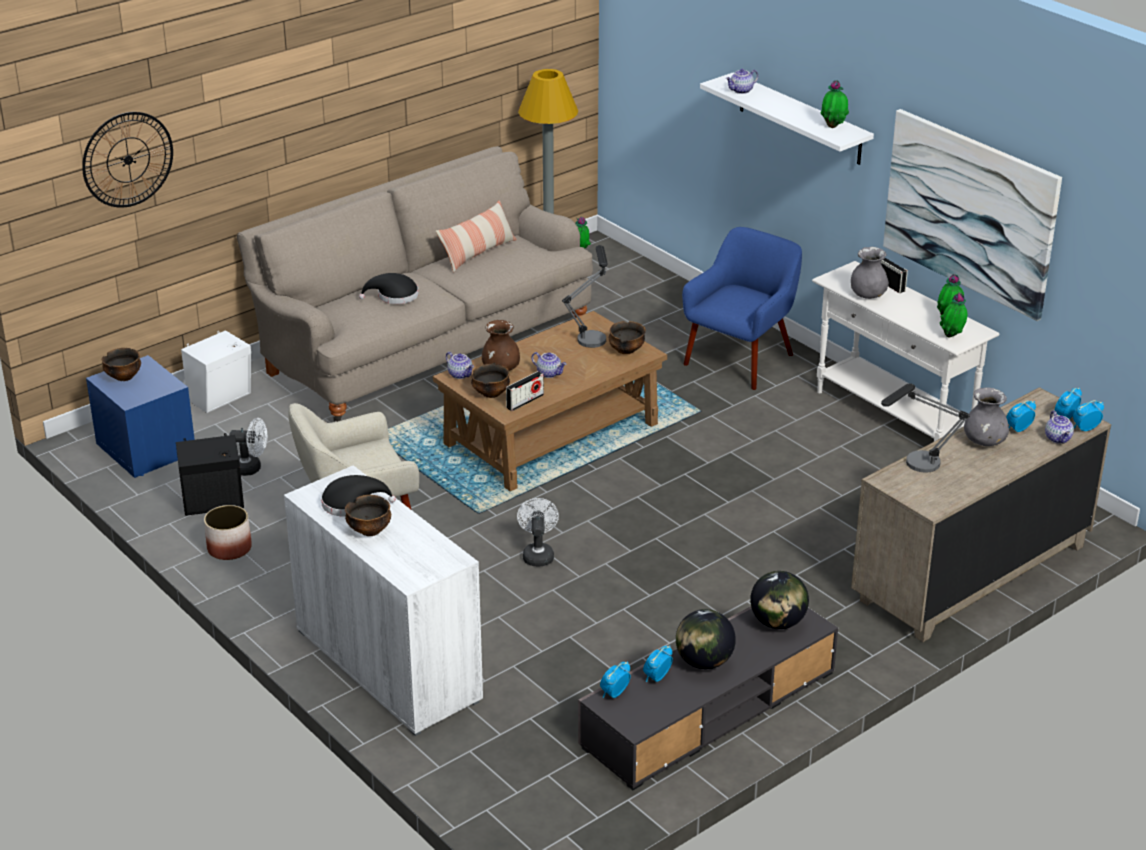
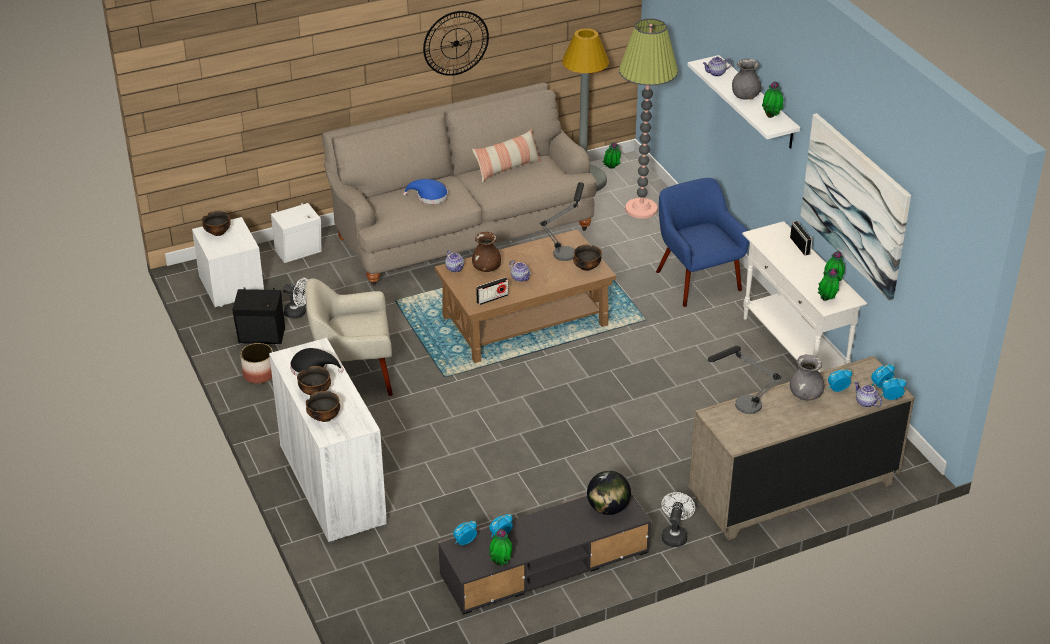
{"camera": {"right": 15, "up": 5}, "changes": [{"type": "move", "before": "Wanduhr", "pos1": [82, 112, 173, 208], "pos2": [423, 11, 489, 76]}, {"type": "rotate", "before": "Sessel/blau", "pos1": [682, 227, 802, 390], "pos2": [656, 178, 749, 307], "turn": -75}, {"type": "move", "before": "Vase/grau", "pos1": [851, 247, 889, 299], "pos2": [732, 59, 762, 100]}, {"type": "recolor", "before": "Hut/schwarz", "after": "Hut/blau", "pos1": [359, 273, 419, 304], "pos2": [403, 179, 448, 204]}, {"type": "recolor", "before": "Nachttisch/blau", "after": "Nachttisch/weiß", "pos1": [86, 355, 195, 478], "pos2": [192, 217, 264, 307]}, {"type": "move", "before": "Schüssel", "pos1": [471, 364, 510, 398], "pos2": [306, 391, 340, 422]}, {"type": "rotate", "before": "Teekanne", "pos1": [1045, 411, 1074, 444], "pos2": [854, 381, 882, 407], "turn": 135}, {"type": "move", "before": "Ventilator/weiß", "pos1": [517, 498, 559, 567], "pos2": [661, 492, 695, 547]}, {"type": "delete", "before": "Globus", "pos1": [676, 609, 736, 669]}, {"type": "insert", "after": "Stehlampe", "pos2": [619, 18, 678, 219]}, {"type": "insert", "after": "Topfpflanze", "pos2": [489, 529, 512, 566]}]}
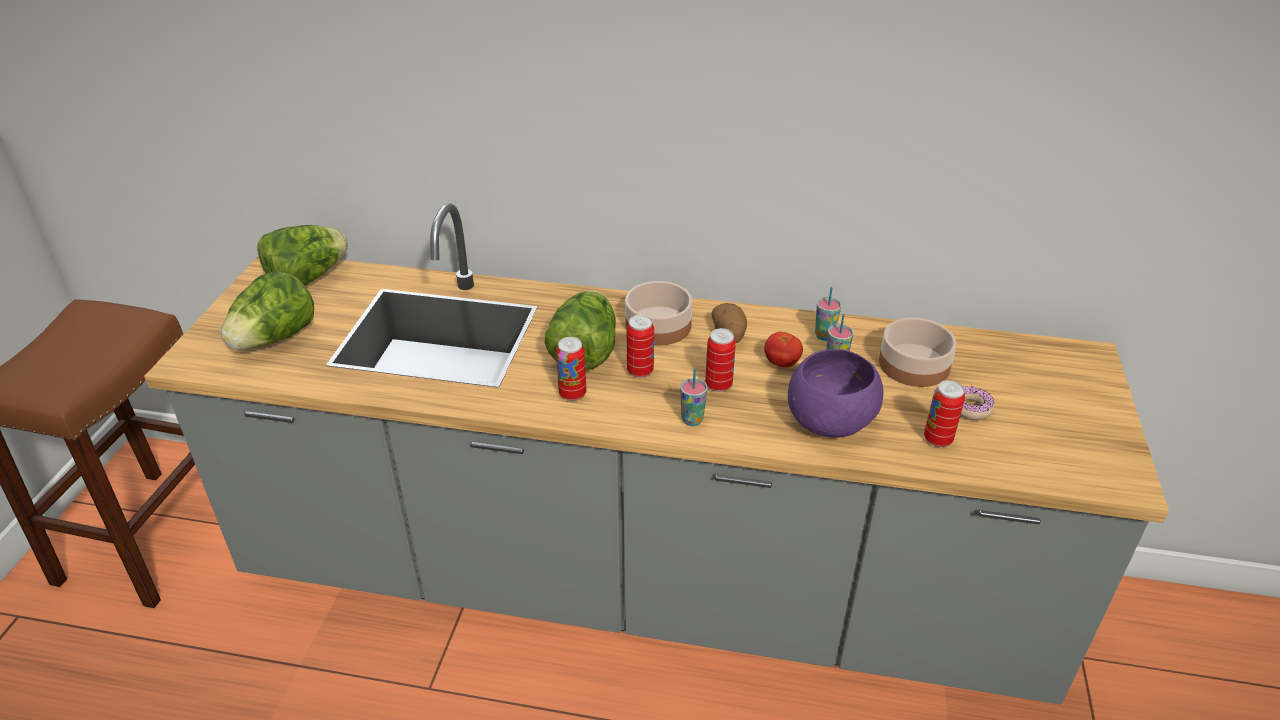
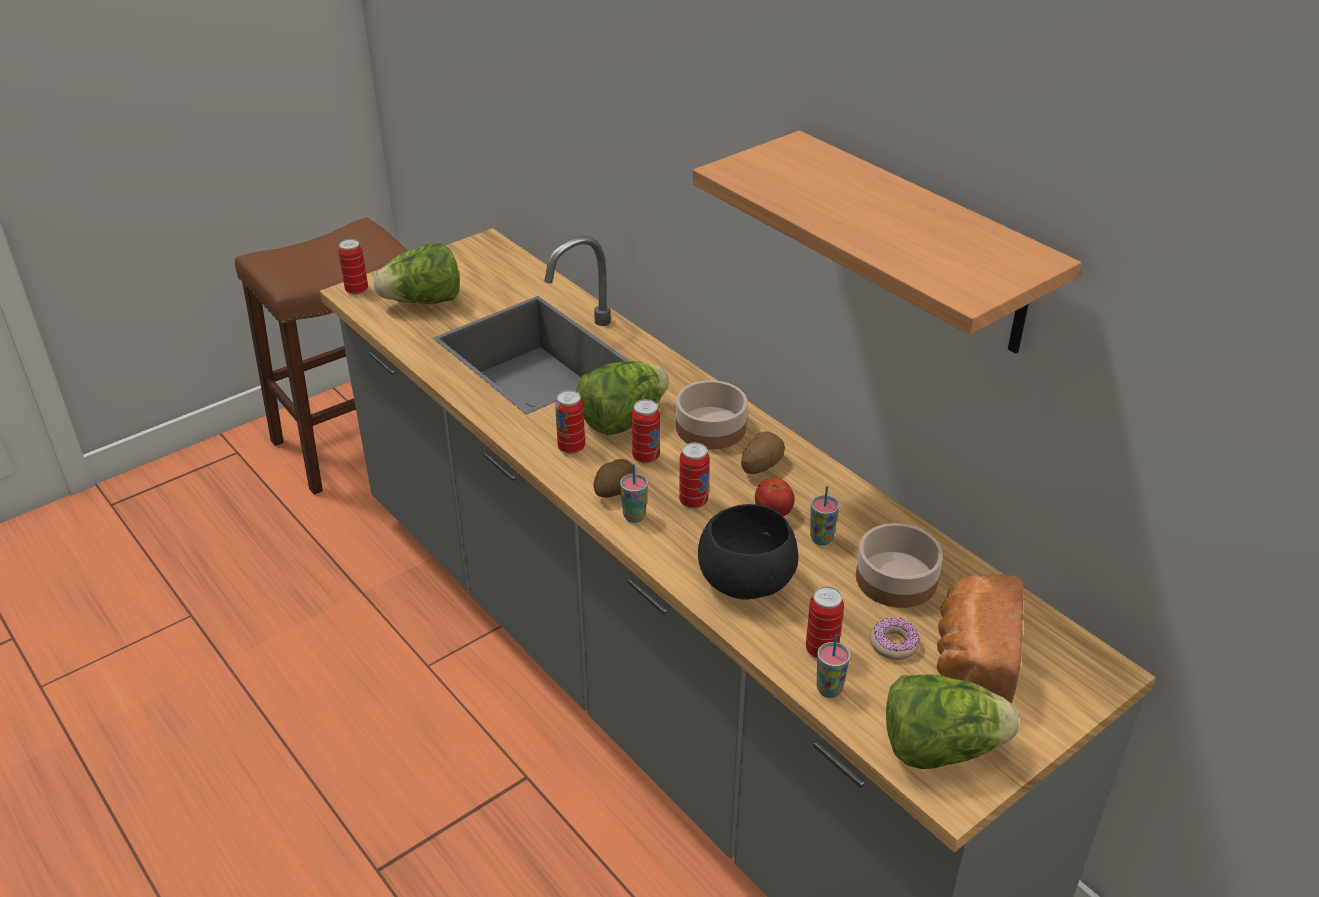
{"camera": {"right": 40, "up": 0}, "changes": [{"type": "move", "before": "Salatkopf", "pos1": [257, 225, 348, 286], "pos2": [886, 674, 1019, 769]}, {"type": "move", "before": "Tasse", "pos1": [815, 287, 841, 341], "pos2": [817, 635, 850, 698]}, {"type": "recolor", "before": "Schüssel/lila", "after": "Schüssel/schwarz", "pos1": [788, 349, 884, 437], "pos2": [698, 504, 798, 600]}, {"type": "insert", "after": "Wandregal", "pos2": [693, 131, 1081, 354]}, {"type": "insert", "after": "Dose", "pos2": [338, 239, 368, 295]}, {"type": "insert", "after": "Kartoffel", "pos2": [594, 459, 633, 497]}, {"type": "insert", "after": "Brot", "pos2": [937, 574, 1023, 704]}]}
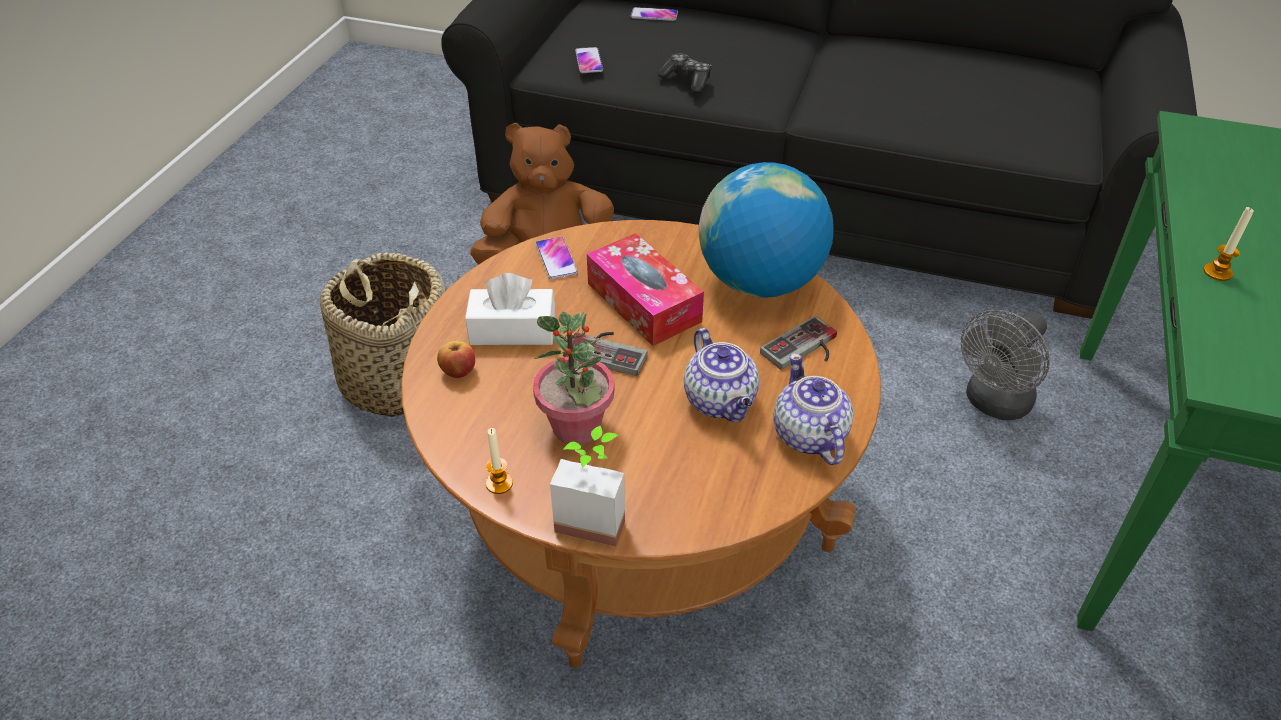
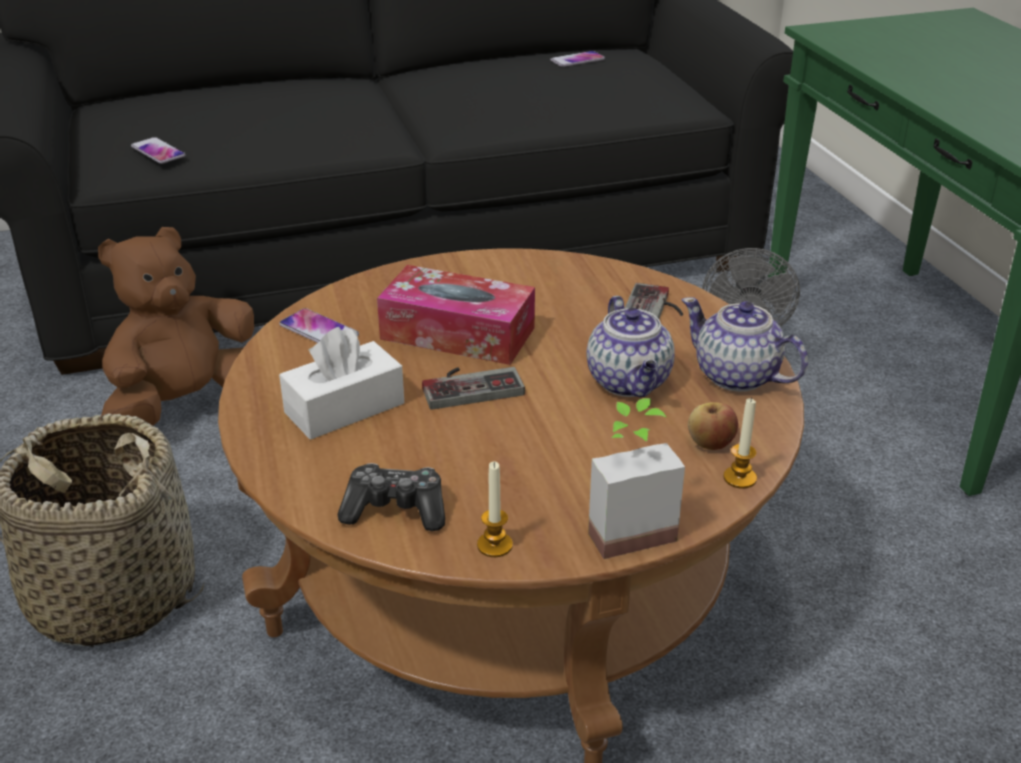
{"camera": {"right": -35, "up": -10}, "changes": [{"type": "move", "before": "Handy", "pos1": [630, 7, 678, 21], "pos2": [550, 51, 605, 67]}, {"type": "move", "before": "Gamepad", "pos1": [658, 53, 712, 93], "pos2": [338, 463, 445, 531]}, {"type": "delete", "before": "Globus", "pos1": [699, 162, 834, 298]}, {"type": "move", "before": "Kerze", "pos1": [1203, 207, 1254, 281], "pos2": [723, 398, 757, 489]}, {"type": "delete", "before": "Topfpflanze", "pos1": [533, 312, 615, 445]}, {"type": "rotate", "before": "Teekanne", "pos1": [684, 328, 759, 422], "pos2": [587, 296, 675, 397], "turn": 45}, {"type": "move", "before": "Apfel", "pos1": [437, 341, 475, 378], "pos2": [688, 402, 738, 450]}]}
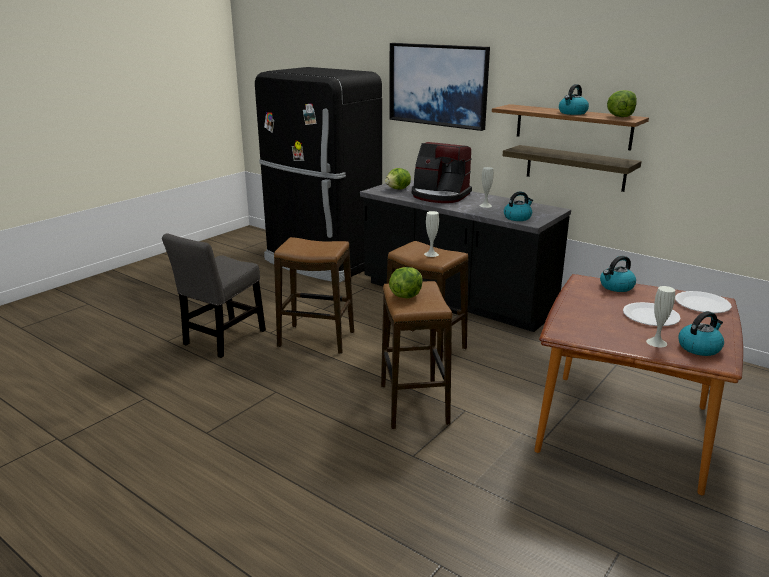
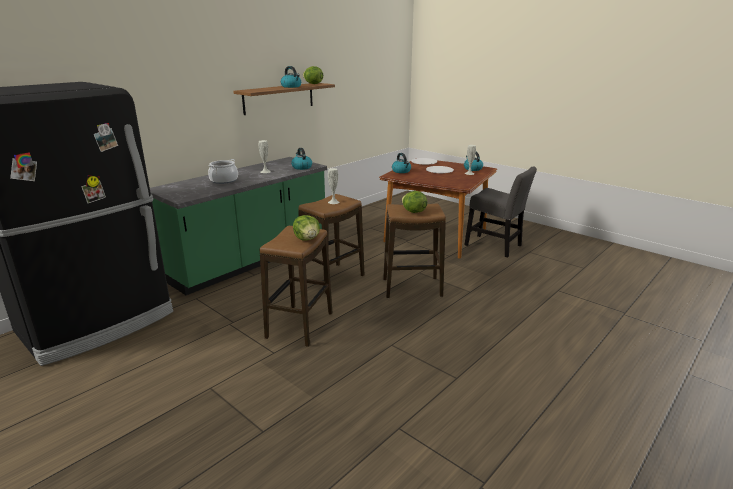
{"camera": {"right": -85, "up": 0}, "changes": [{"type": "delete", "before": "Bild", "pos1": [389, 43, 490, 131]}, {"type": "replace", "before": "Kaffeemaschine", "after": "Kochtopf", "pos1": [412, 142, 472, 203], "pos2": [208, 159, 238, 184]}, {"type": "delete", "before": "Wandregal", "pos1": [503, 145, 642, 192]}, {"type": "move", "before": "Salatkopf", "pos1": [385, 168, 411, 189], "pos2": [293, 215, 320, 241]}, {"type": "recolor", "before": "Küchenzeile/schwarz", "after": "Küchenzeile/grün", "pos1": [360, 180, 571, 332], "pos2": [150, 157, 327, 295]}, {"type": "move", "before": "Stuhl/grau", "pos1": [162, 234, 266, 358], "pos2": [464, 166, 537, 258]}]}
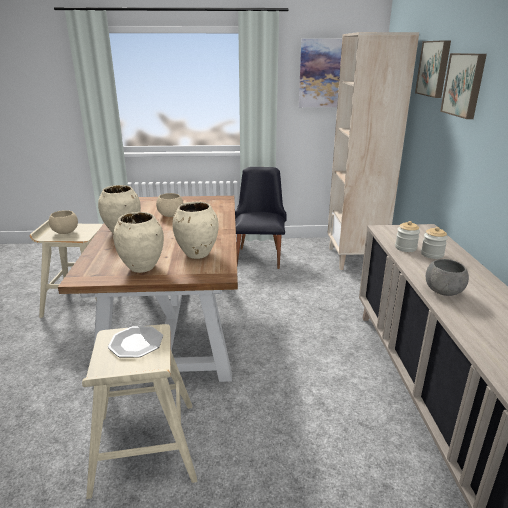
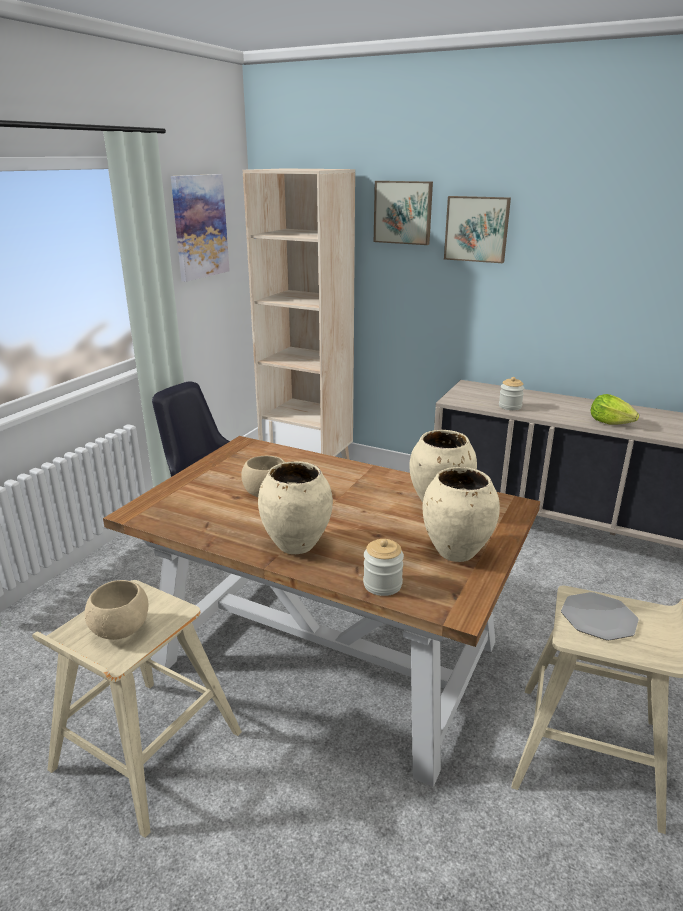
{"camera": {"right": -60, "up": 0}, "changes": [{"type": "move", "before": "Vorratsglas", "pos1": [421, 227, 448, 259], "pos2": [363, 539, 404, 596]}, {"type": "replace", "before": "Schüssel/grau", "after": "Salatkopf", "pos1": [426, 259, 469, 296], "pos2": [590, 394, 639, 425]}]}
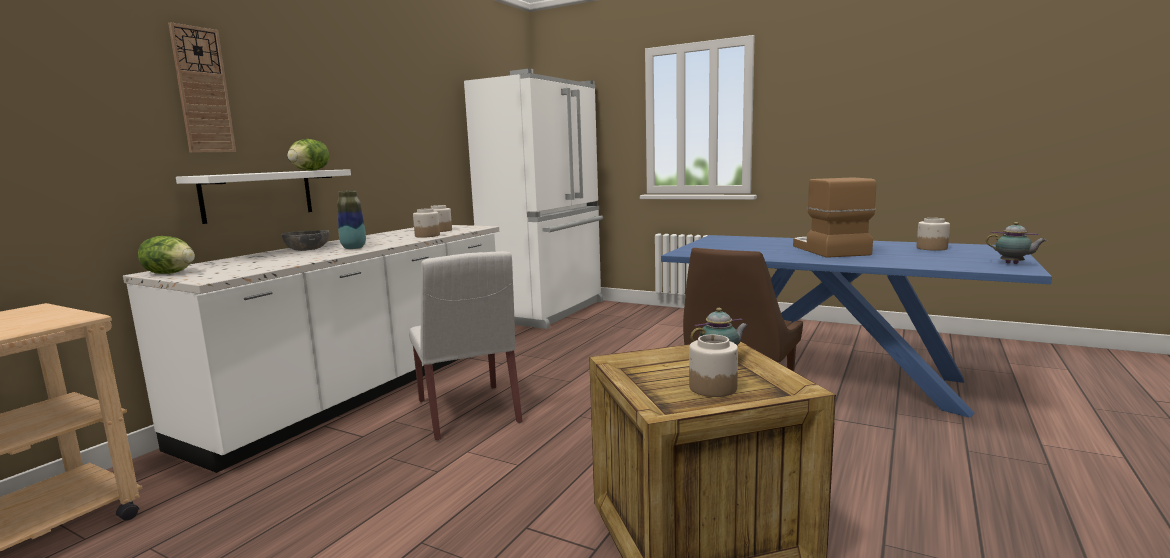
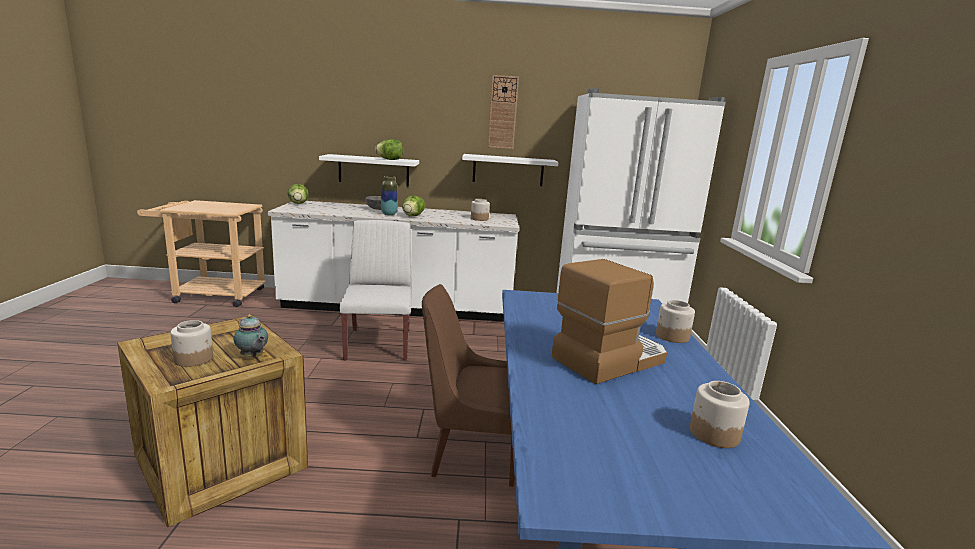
{"camera": {"right": 60, "up": 5}, "changes": [{"type": "move", "before": "Wanduhr", "pos1": [168, 22, 236, 153], "pos2": [488, 75, 519, 149]}, {"type": "move", "before": "Vorratsglas", "pos1": [413, 208, 440, 238], "pos2": [656, 300, 695, 343]}, {"type": "delete", "before": "Teekanne", "pos1": [986, 222, 1047, 264]}, {"type": "rotate", "before": "Stuhl/weiß", "pos1": [409, 251, 523, 441], "pos2": [340, 220, 412, 361], "turn": 135}, {"type": "insert", "after": "Wandregal/weiß", "pos2": [462, 154, 558, 186]}, {"type": "insert", "after": "Salatkopf", "pos2": [402, 195, 425, 216]}]}
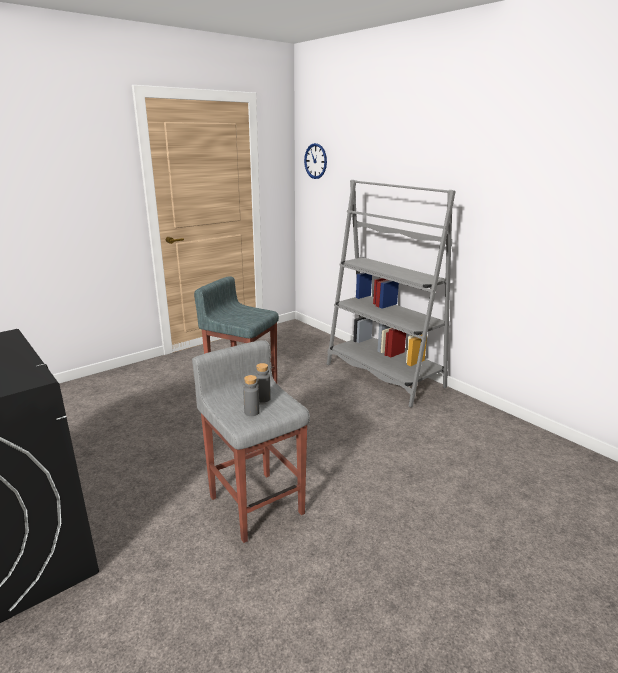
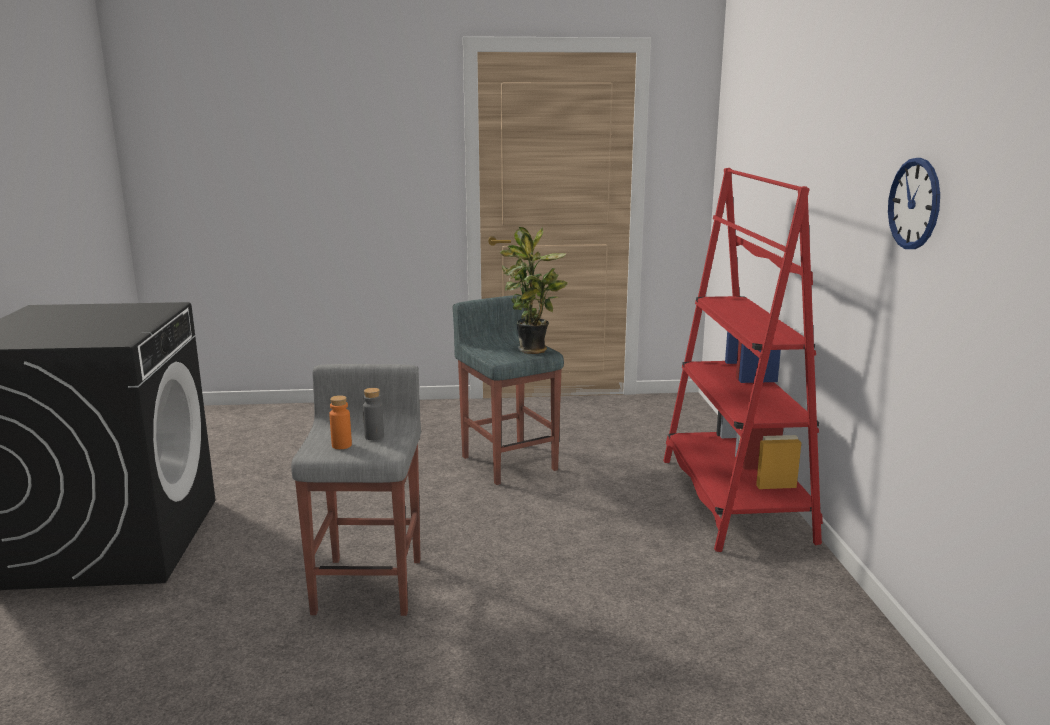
{"camera": {"right": 35, "up": -5}, "changes": [{"type": "move", "before": "Wanduhr", "pos1": [304, 143, 327, 179], "pos2": [888, 158, 940, 249]}, {"type": "recolor", "before": "Bücherregal/grau", "after": "Bücherregal/rot", "pos1": [327, 180, 456, 408], "pos2": [663, 168, 823, 552]}, {"type": "recolor", "before": "Flasche/grau", "after": "Flasche/orange", "pos1": [243, 375, 260, 416], "pos2": [329, 395, 352, 449]}, {"type": "insert", "after": "Topfpflanze", "pos2": [500, 226, 568, 354]}]}
